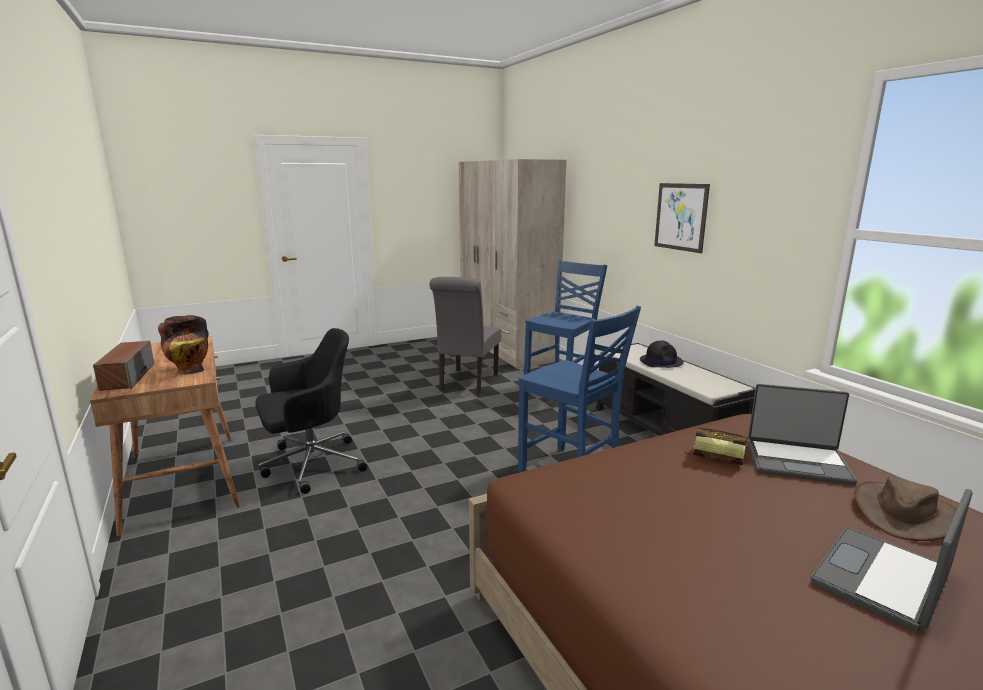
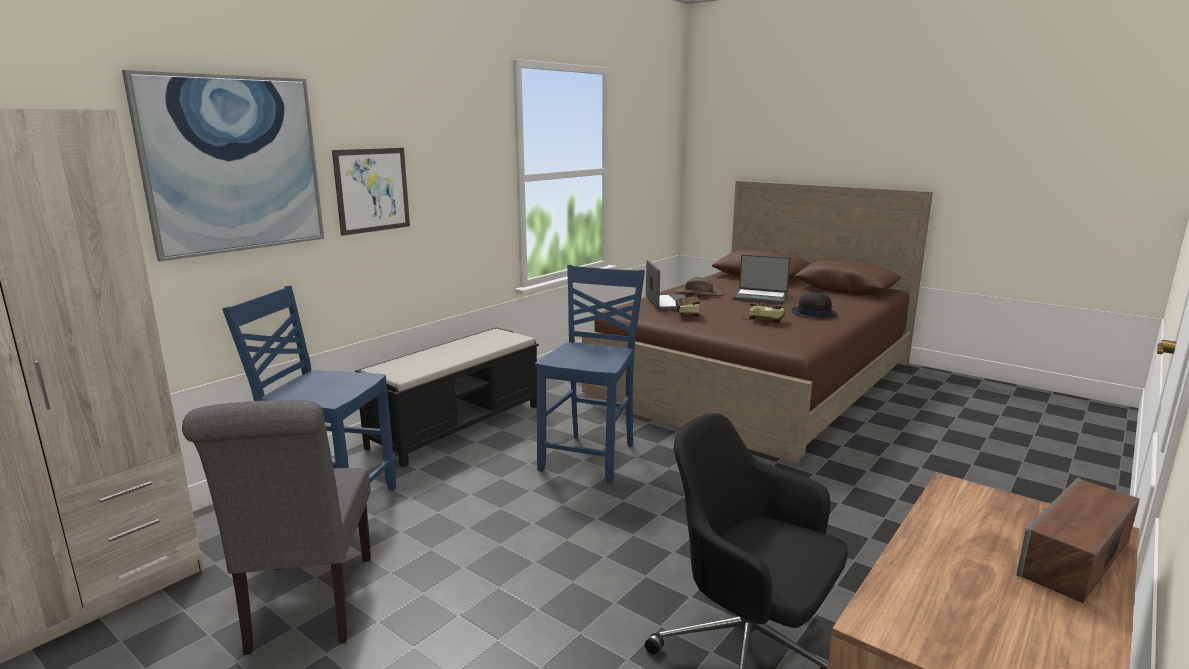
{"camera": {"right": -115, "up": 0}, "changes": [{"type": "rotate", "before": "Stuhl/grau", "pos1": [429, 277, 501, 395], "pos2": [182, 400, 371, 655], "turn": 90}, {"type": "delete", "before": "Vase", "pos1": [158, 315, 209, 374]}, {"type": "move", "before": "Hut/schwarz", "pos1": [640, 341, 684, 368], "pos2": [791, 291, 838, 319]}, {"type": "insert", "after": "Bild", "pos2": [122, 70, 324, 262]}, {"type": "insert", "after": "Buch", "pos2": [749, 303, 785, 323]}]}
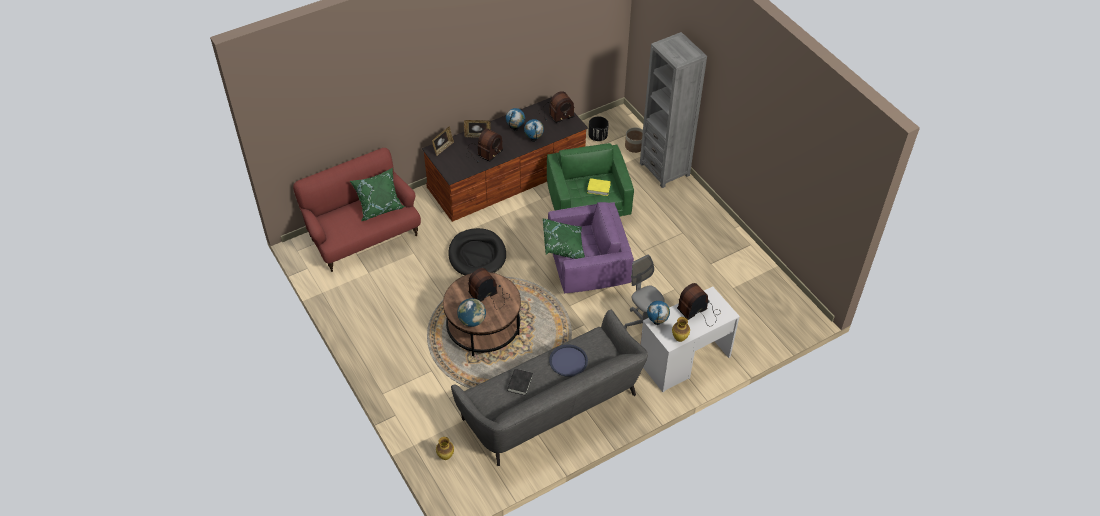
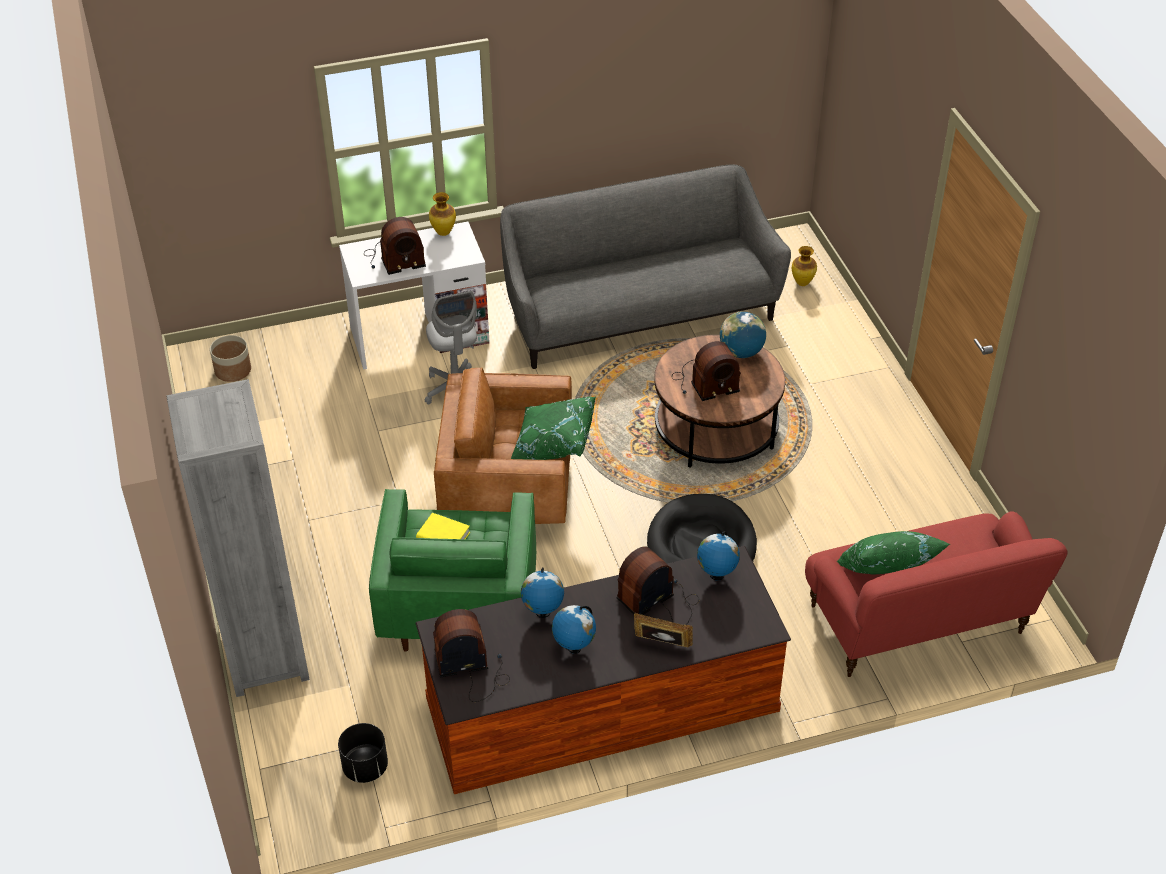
{"camera": {"right": -165, "up": -5}, "changes": [{"type": "delete", "before": "Bilderrahmen", "pos1": [432, 126, 454, 156]}, {"type": "move", "before": "Pflanzkübel", "pos1": [625, 127, 643, 153], "pos2": [210, 335, 251, 382]}, {"type": "recolor", "before": "Sessel/lila", "after": "Sessel/braun", "pos1": [548, 202, 634, 293], "pos2": [434, 367, 572, 524]}, {"type": "move", "before": "Globus", "pos1": [647, 301, 670, 325], "pos2": [697, 531, 740, 581]}, {"type": "delete", "before": "Tablett/blau", "pos1": [549, 345, 588, 377]}, {"type": "delete", "before": "Buch/schwarz", "pos1": [507, 369, 533, 396]}]}
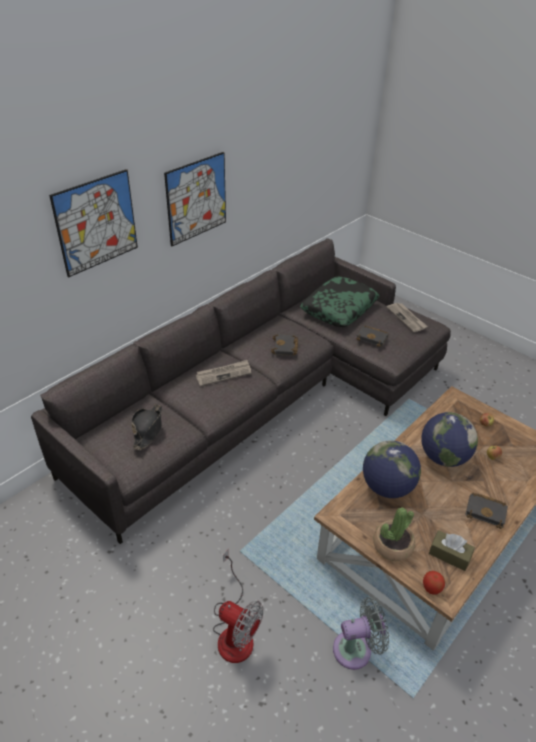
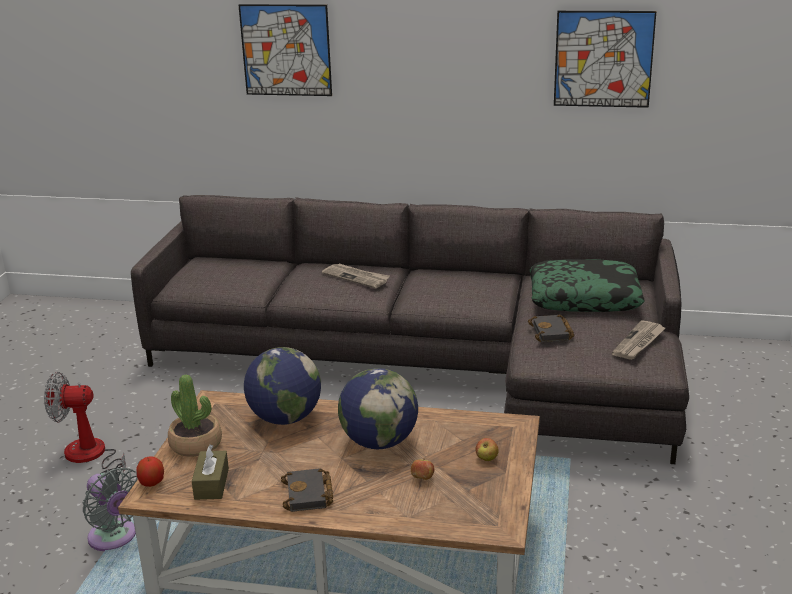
{"camera": {"right": 60, "up": -15}, "changes": [{"type": "move", "before": "Bild", "pos1": [164, 152, 226, 246], "pos2": [554, 11, 656, 108]}, {"type": "delete", "before": "Buch/schwarz", "pos1": [271, 334, 298, 356]}, {"type": "delete", "before": "Hut/schwarz", "pos1": [132, 404, 162, 450]}, {"type": "rotate", "before": "Ventilator", "pos1": [213, 549, 263, 663], "pos2": [44, 372, 126, 483], "turn": 90}]}
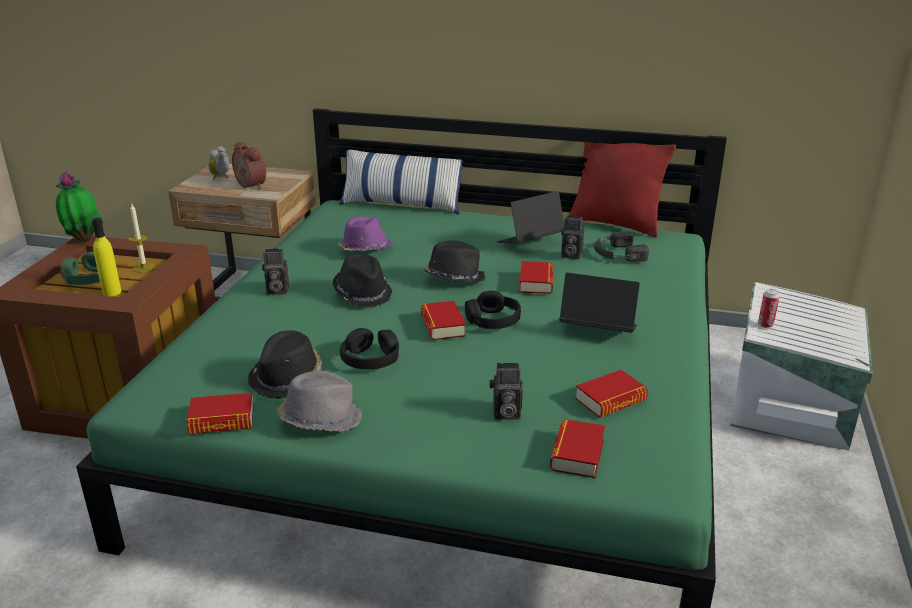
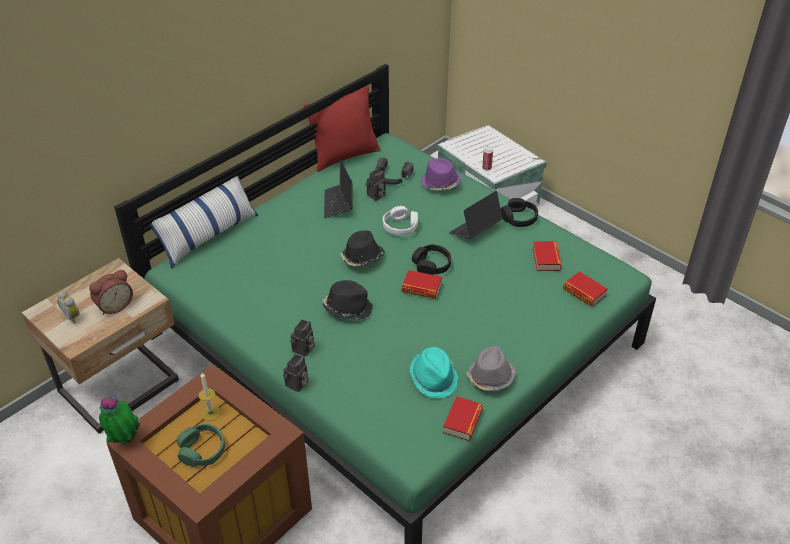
{"camera": {"right": -60, "up": 15}, "changes": [{"type": "rotate", "before": "Wecker", "pos1": [232, 141, 266, 189], "pos2": [89, 270, 133, 315], "turn": 150}, {"type": "move", "before": "Hut/lila", "pos1": [338, 216, 394, 251], "pos2": [421, 158, 461, 190]}, {"type": "delete", "before": "Flasche/gelb", "pos1": [92, 218, 121, 297]}, {"type": "replace", "before": "Buch", "after": "Kopfhörer/weiß", "pos1": [519, 261, 553, 294], "pos2": [383, 206, 418, 236]}, {"type": "move", "before": "Kopfhörer/schwarz", "pos1": [340, 328, 399, 369], "pos2": [501, 198, 538, 227]}, {"type": "recolor", "before": "Hut/schwarz", "after": "Hut/türkis", "pos1": [248, 330, 322, 399], "pos2": [410, 347, 459, 398]}, {"type": "move", "before": "Kamera", "pos1": [489, 363, 523, 420], "pos2": [283, 354, 309, 392]}]}
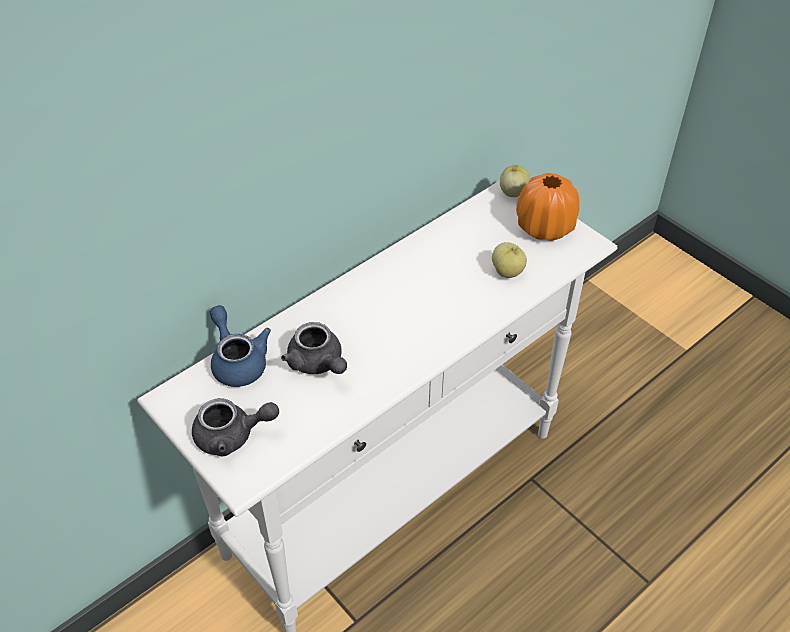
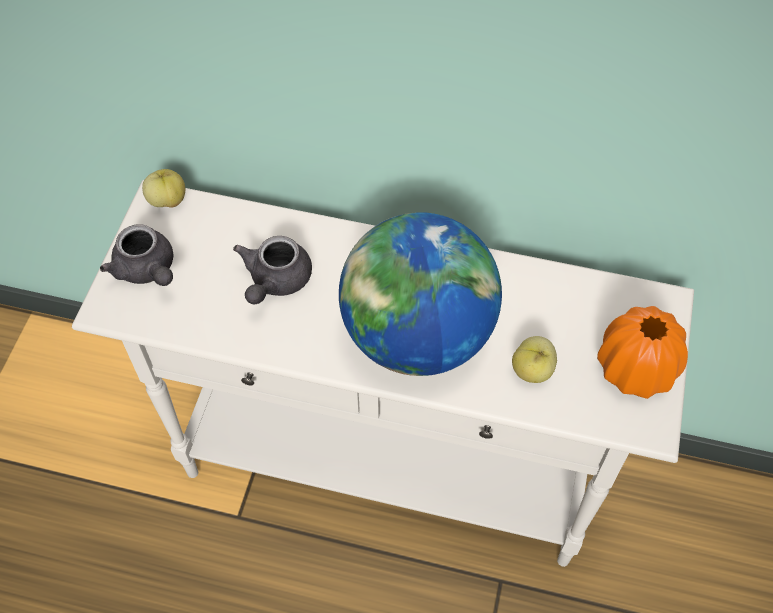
{"camera": {"right": 55, "up": 10}, "changes": [{"type": "move", "before": "Apfel", "pos1": [500, 165, 531, 197], "pos2": [142, 169, 185, 208]}, {"type": "delete", "before": "Teekanne/blau", "pos1": [210, 305, 271, 387]}, {"type": "insert", "after": "Globus", "pos2": [339, 212, 502, 376]}]}
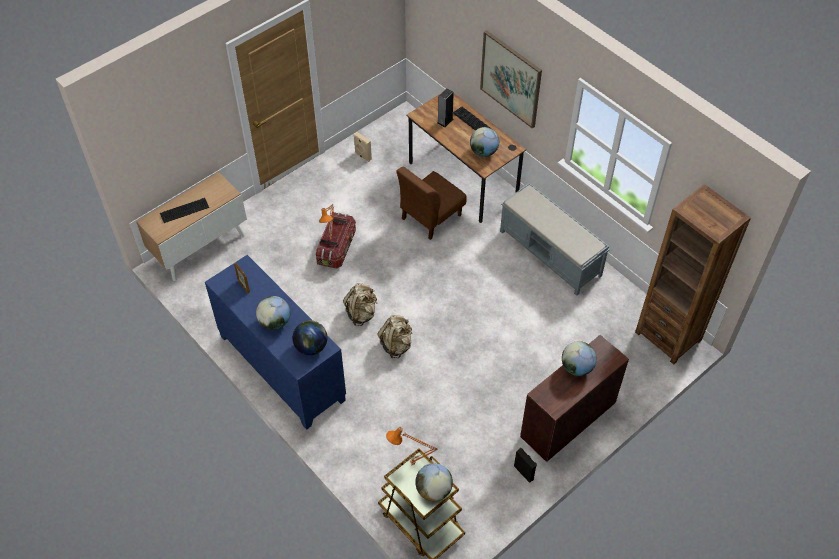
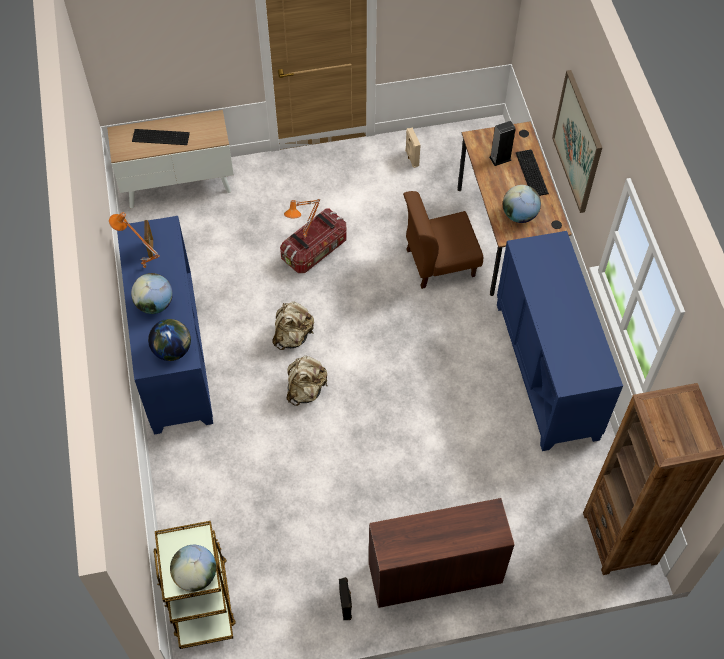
{"camera": {"right": 30, "up": 5}, "changes": [{"type": "replace", "before": "Bank/grau", "after": "Schrank/blau", "pos1": [500, 183, 610, 296], "pos2": [497, 231, 623, 451]}, {"type": "delete", "before": "Globus", "pos1": [562, 341, 597, 376]}, {"type": "move", "before": "Tischlampe/orange", "pos1": [386, 427, 438, 465], "pos2": [109, 212, 160, 269]}]}
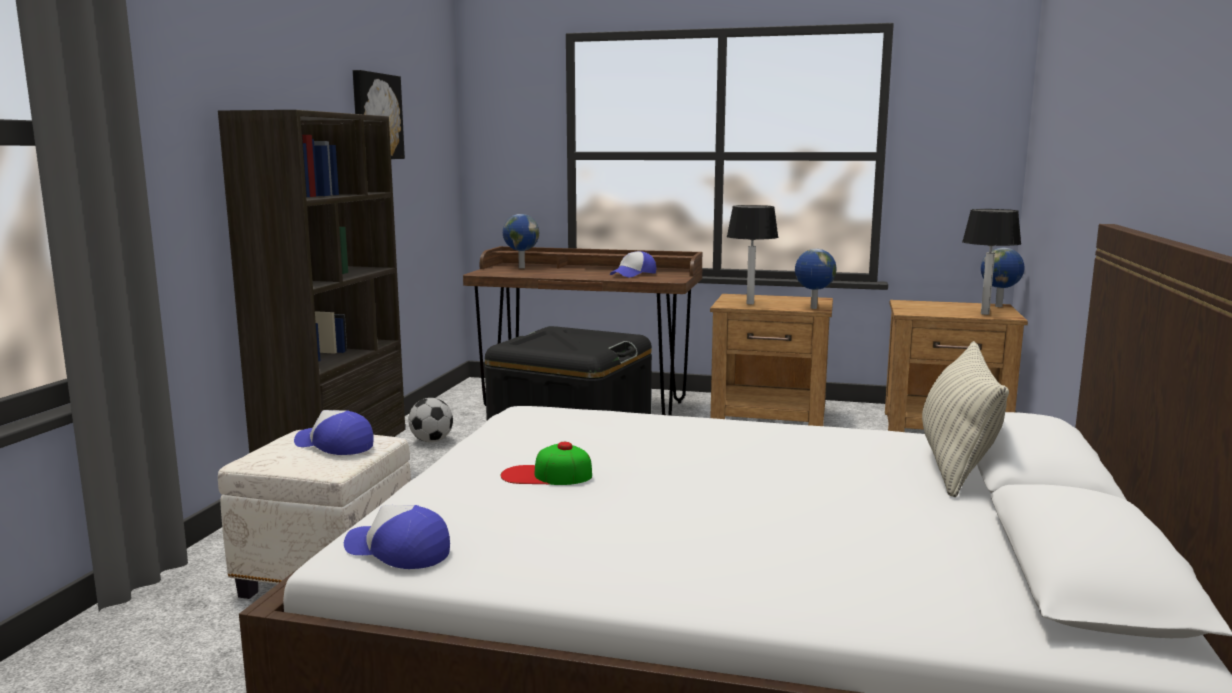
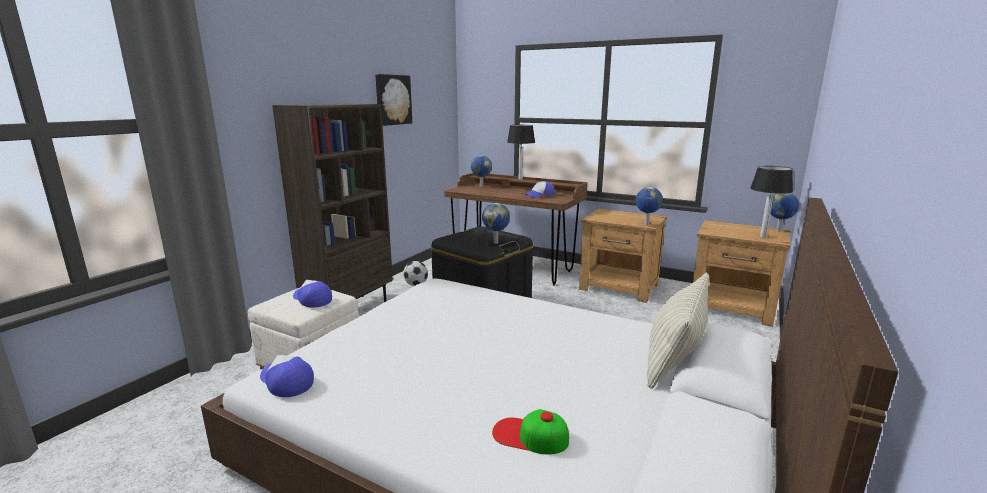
{"camera": {"right": 15, "up": 5}, "changes": [{"type": "move", "before": "Tischlampe", "pos1": [727, 205, 779, 305], "pos2": [507, 125, 535, 180]}, {"type": "move", "before": "Kappe", "pos1": [501, 442, 592, 485], "pos2": [492, 409, 569, 455]}, {"type": "insert", "after": "Globus", "pos2": [482, 203, 510, 244]}]}
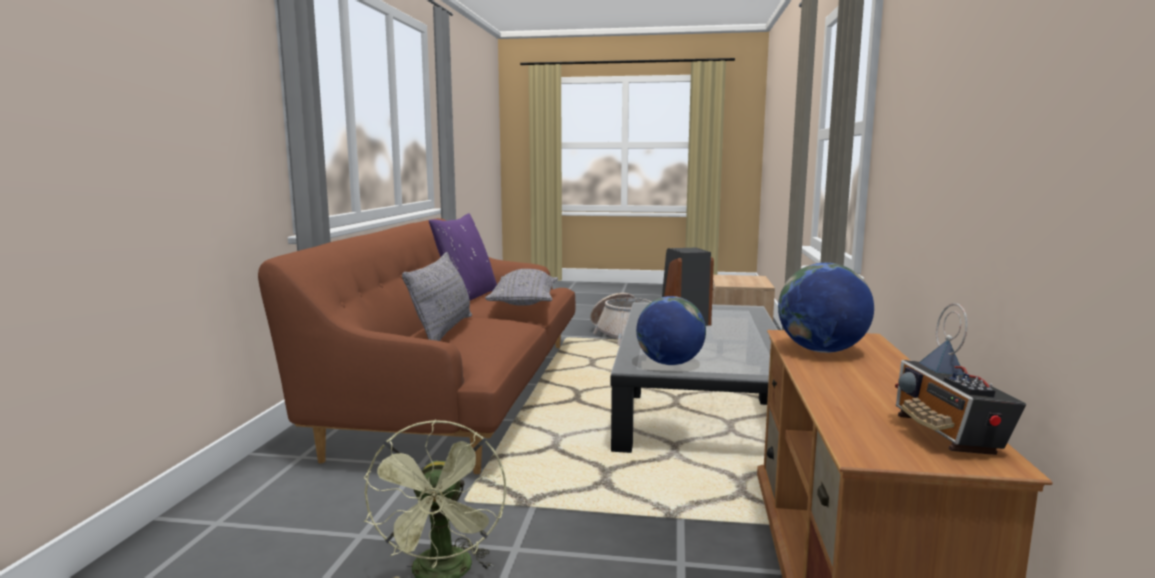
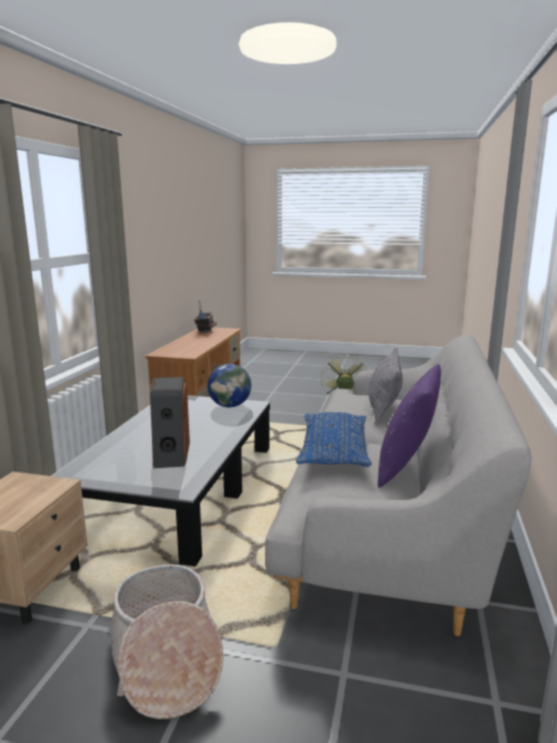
{"camera": {"right": -175, "up": 5}, "changes": [{"type": "recolor", "before": "Sofa/braun", "after": "Sofa/grau", "pos1": [258, 218, 575, 474], "pos2": [265, 334, 531, 636]}, {"type": "delete", "before": "Globus", "pos1": [778, 263, 874, 353]}, {"type": "recolor", "before": "Kissen/grau", "after": "Kissen/blau", "pos1": [485, 269, 558, 306], "pos2": [296, 412, 372, 467]}]}
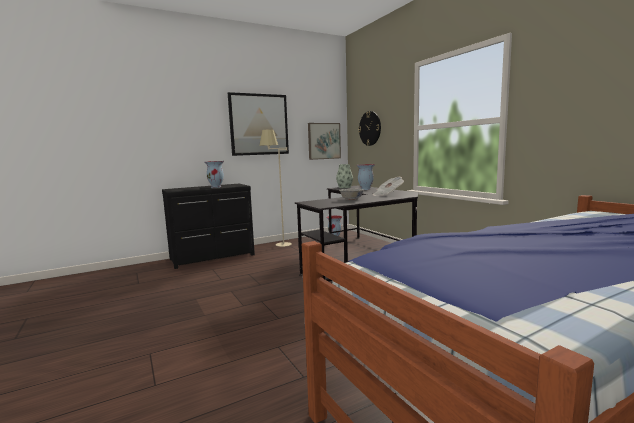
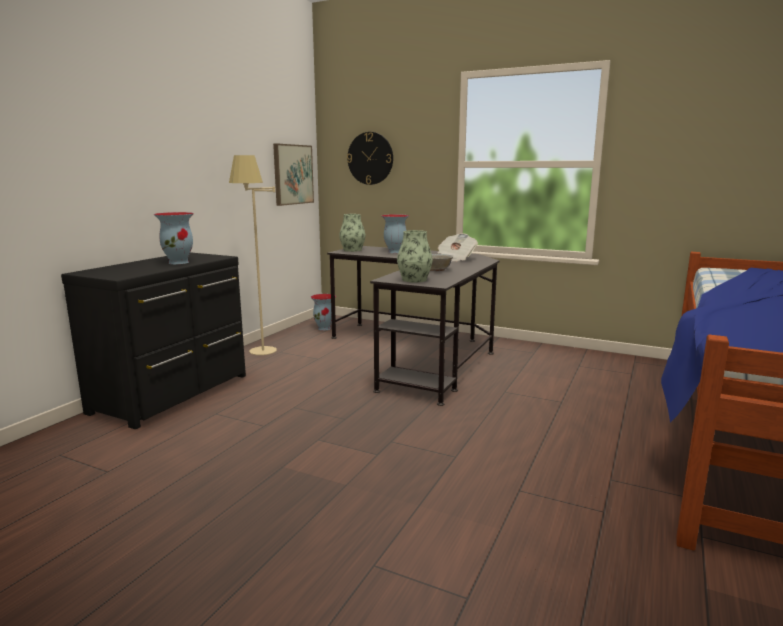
{"camera": {"right": -35, "up": 5}, "changes": [{"type": "delete", "before": "Bild", "pos1": [228, 92, 289, 156]}, {"type": "insert", "after": "Vase", "pos2": [397, 230, 433, 282]}]}
